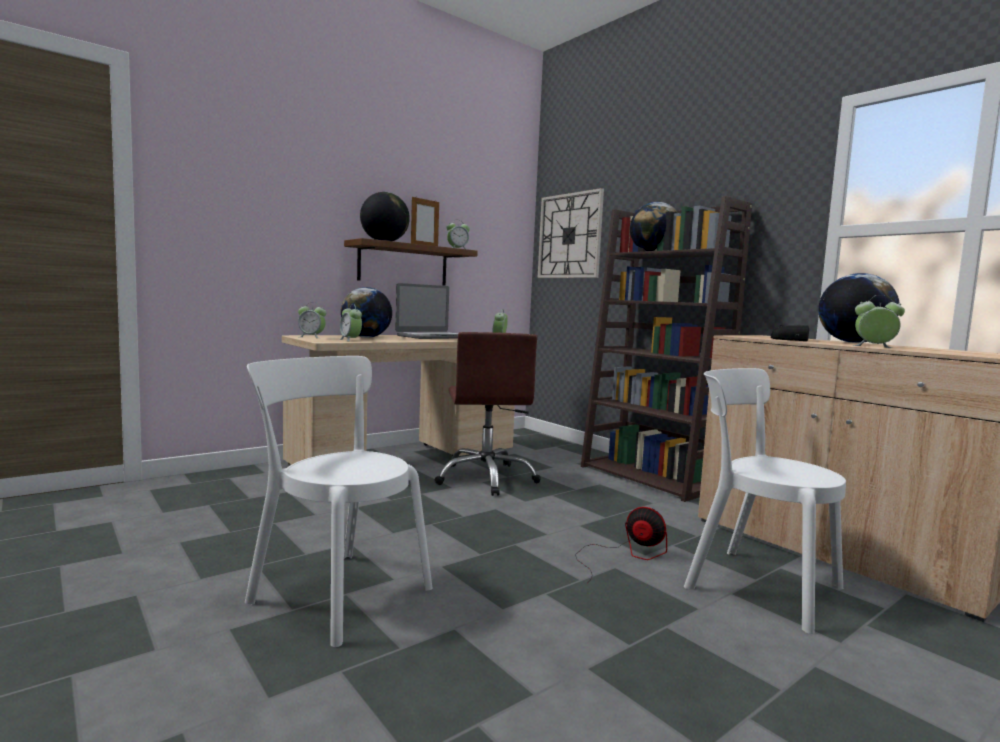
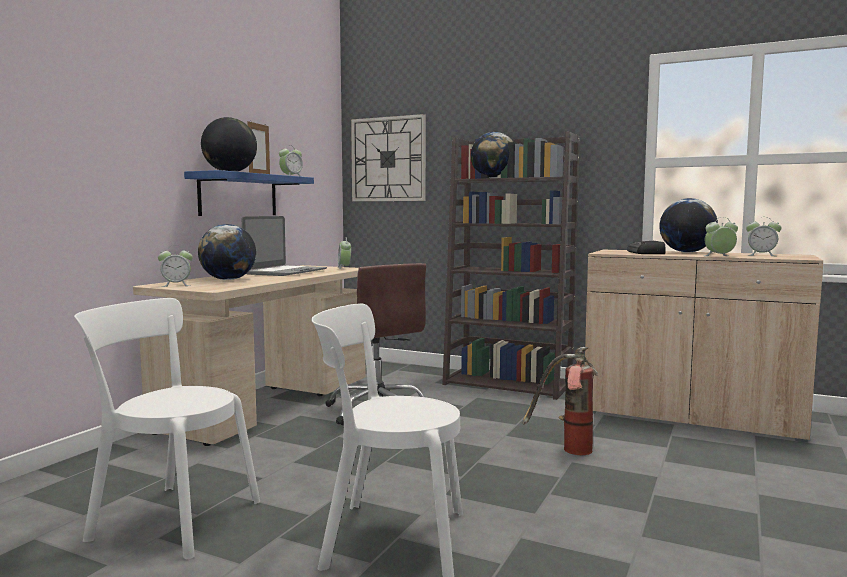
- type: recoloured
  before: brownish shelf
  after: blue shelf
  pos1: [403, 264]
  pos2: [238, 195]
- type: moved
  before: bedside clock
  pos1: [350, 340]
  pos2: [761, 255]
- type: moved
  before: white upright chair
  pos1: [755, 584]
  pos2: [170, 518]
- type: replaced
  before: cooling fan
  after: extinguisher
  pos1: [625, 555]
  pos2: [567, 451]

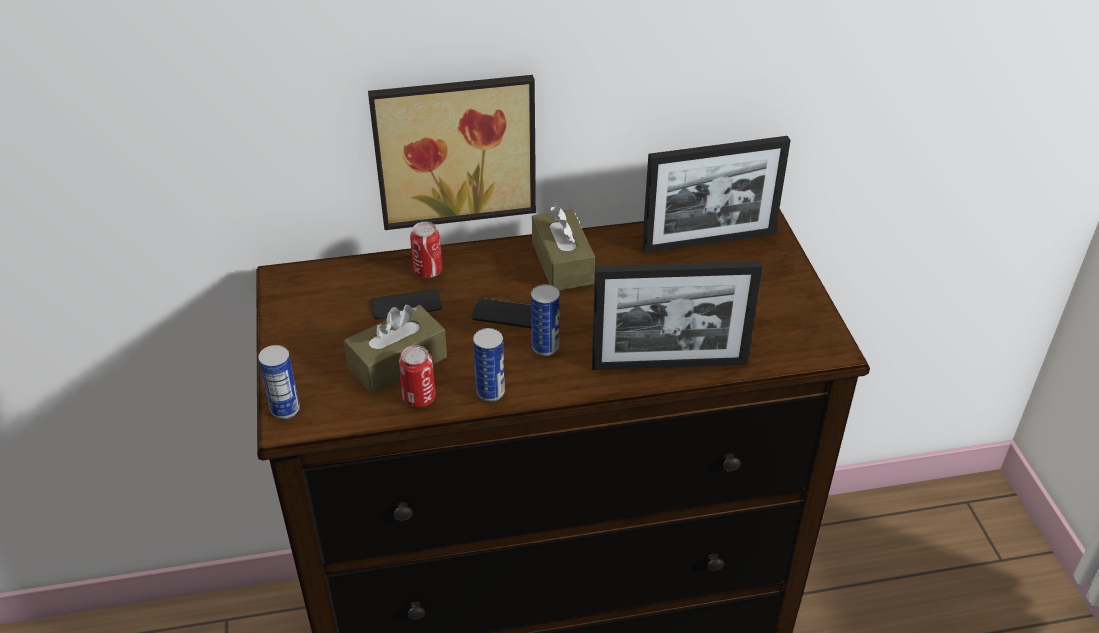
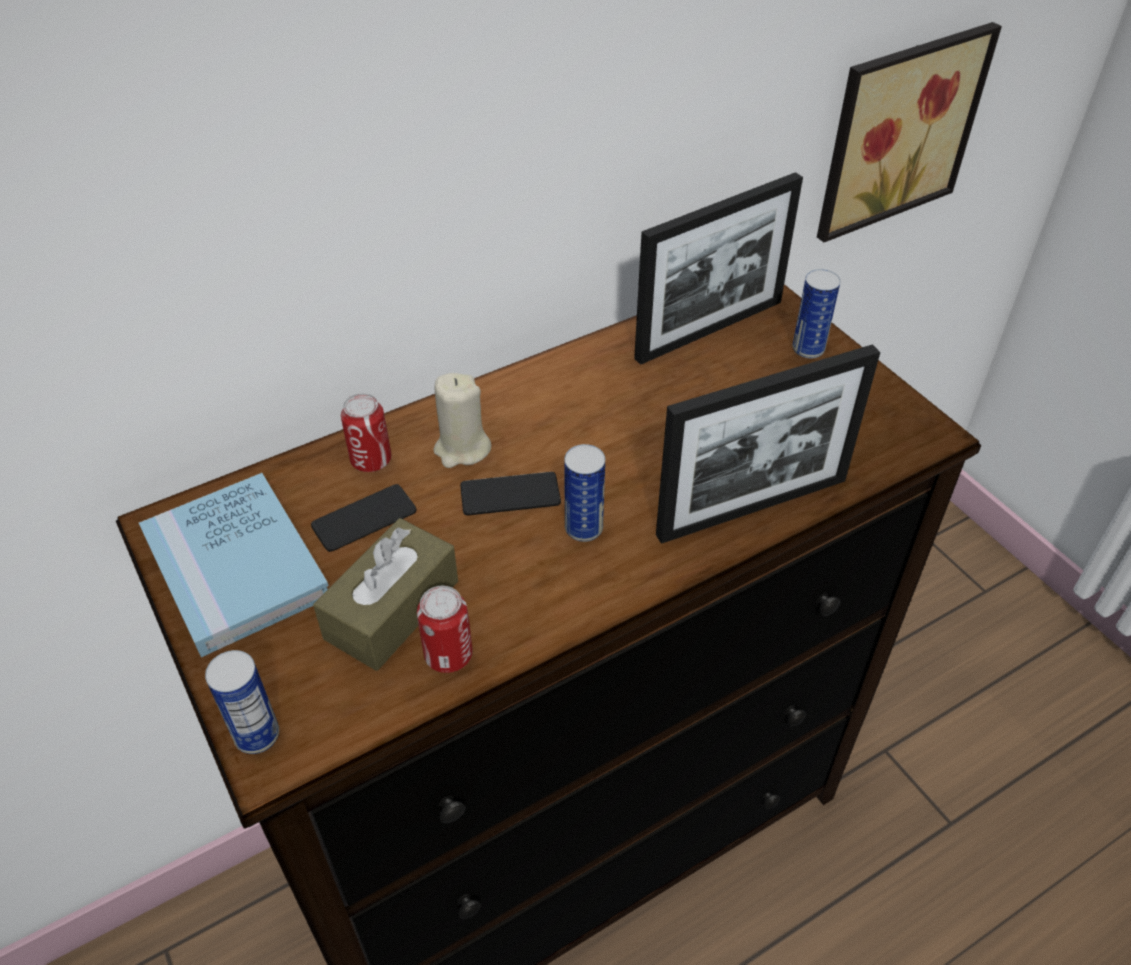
- type: moved
  before: picture
  pos1: [454, 148]
  pos2: [896, 129]
- type: removed
  before: brownish tissue box
  pos1: [562, 263]
- type: moved
  before: can
  pos1: [490, 392]
  pos2: [808, 349]
- type: added
  after: sand-coloured wax candle
  pos2: [462, 449]
- type: added
  after: blue bound book
  pos2: [236, 566]

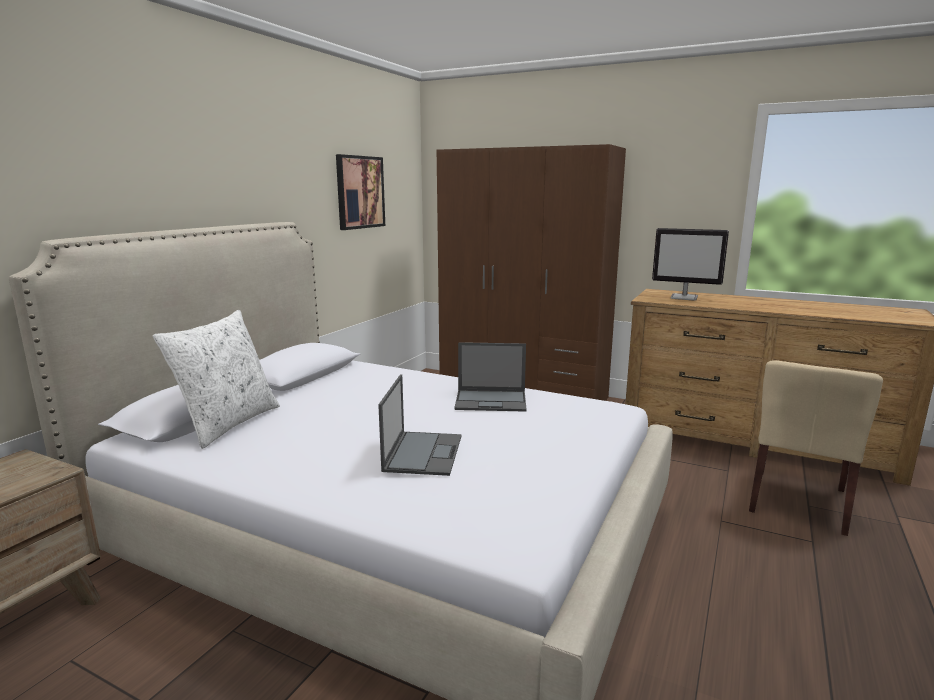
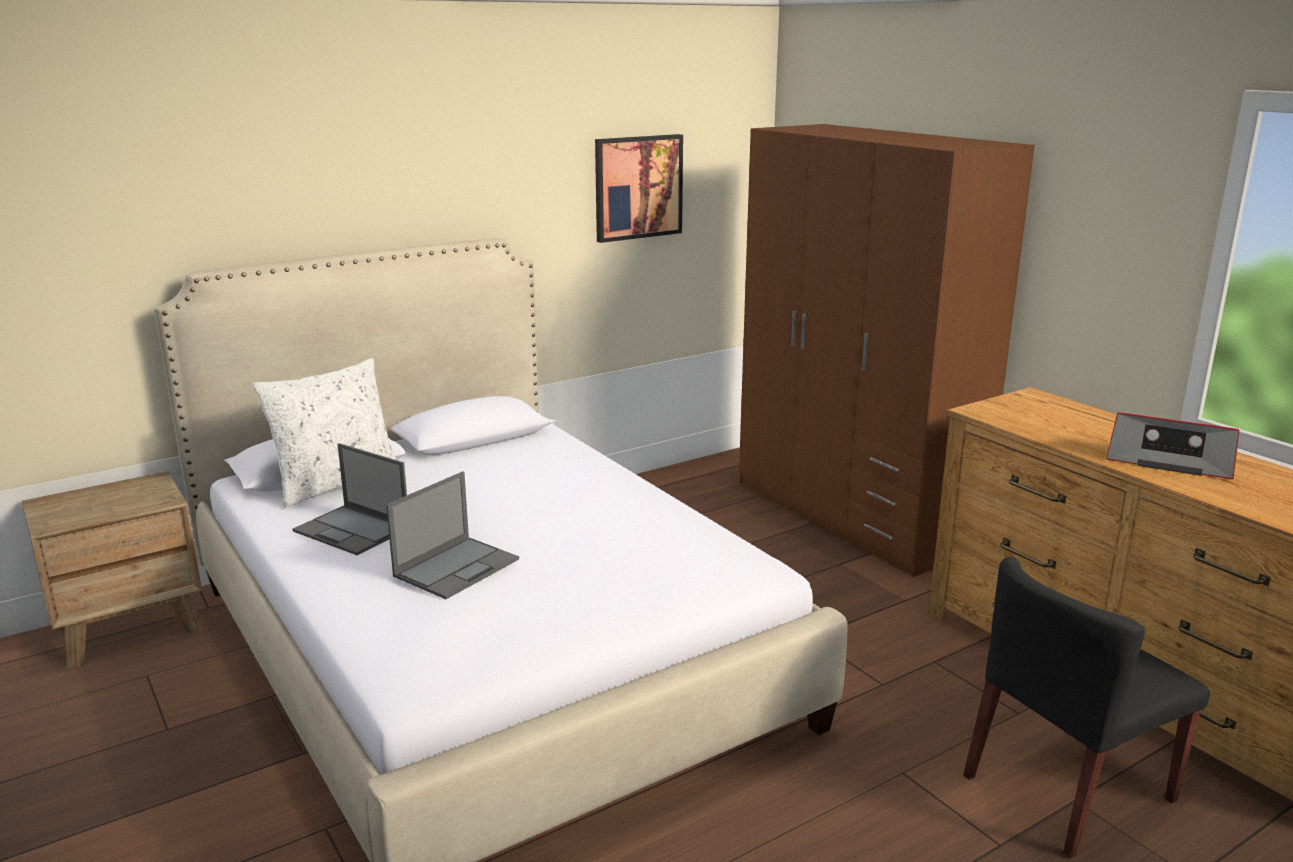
- type: removed
  before: computer display
  pos1: [684, 298]
- type: moved
  before: notebook computer
  pos1: [491, 401]
  pos2: [353, 530]
- type: recoloured
  before: sand-coloured upright chair
  after: black-coloured upright chair
  pos1: [798, 501]
  pos2: [1067, 789]
- type: added
  after: radio
  pos2: [1169, 461]

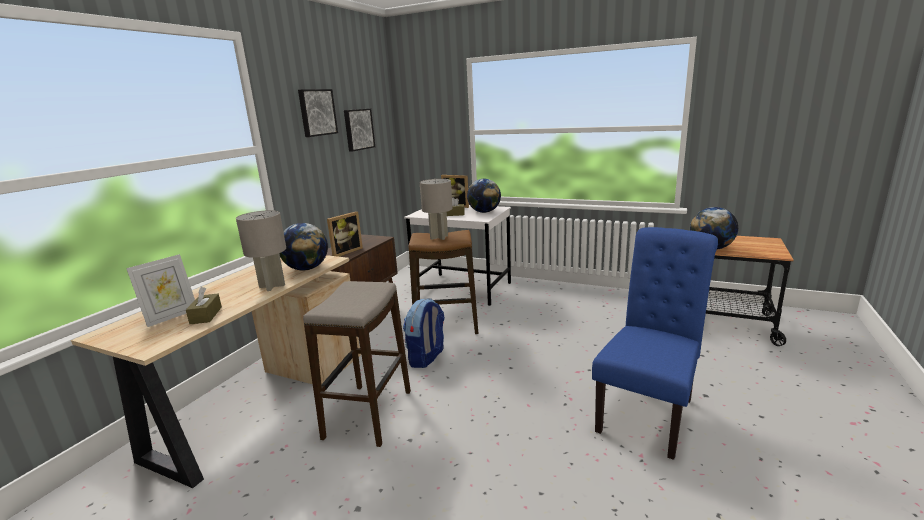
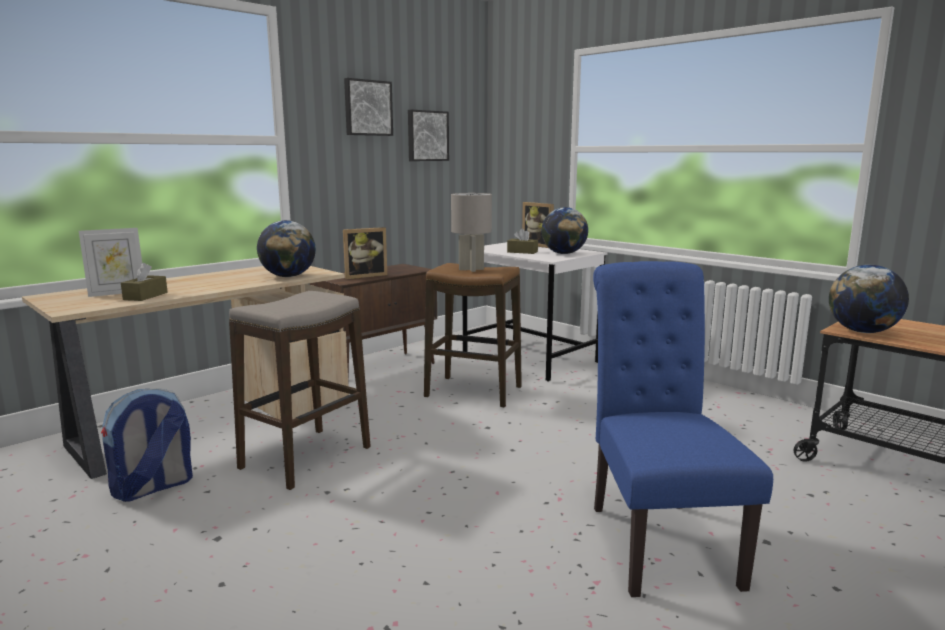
- type: removed
  before: grey lamp for a table
  pos1: [272, 286]
- type: turned
  before: blue upright chair
  pos1: [648, 411]
  pos2: [657, 538]
  turn: -60
- type: moved
  before: knapsack
  pos1: [427, 358]
  pos2: [153, 487]

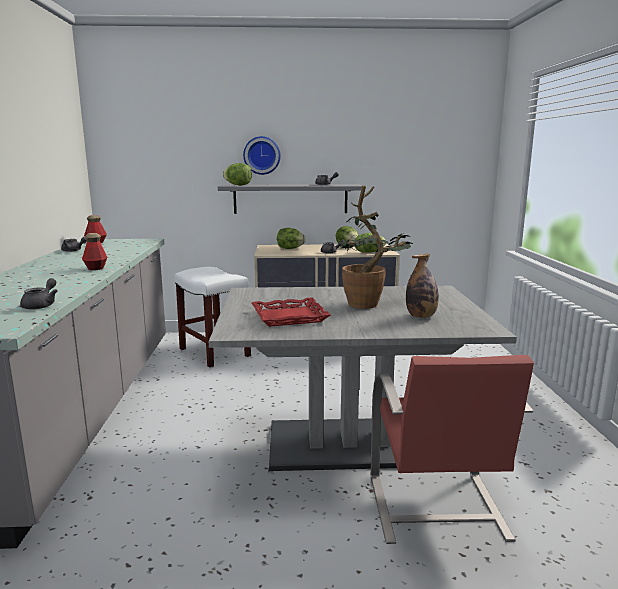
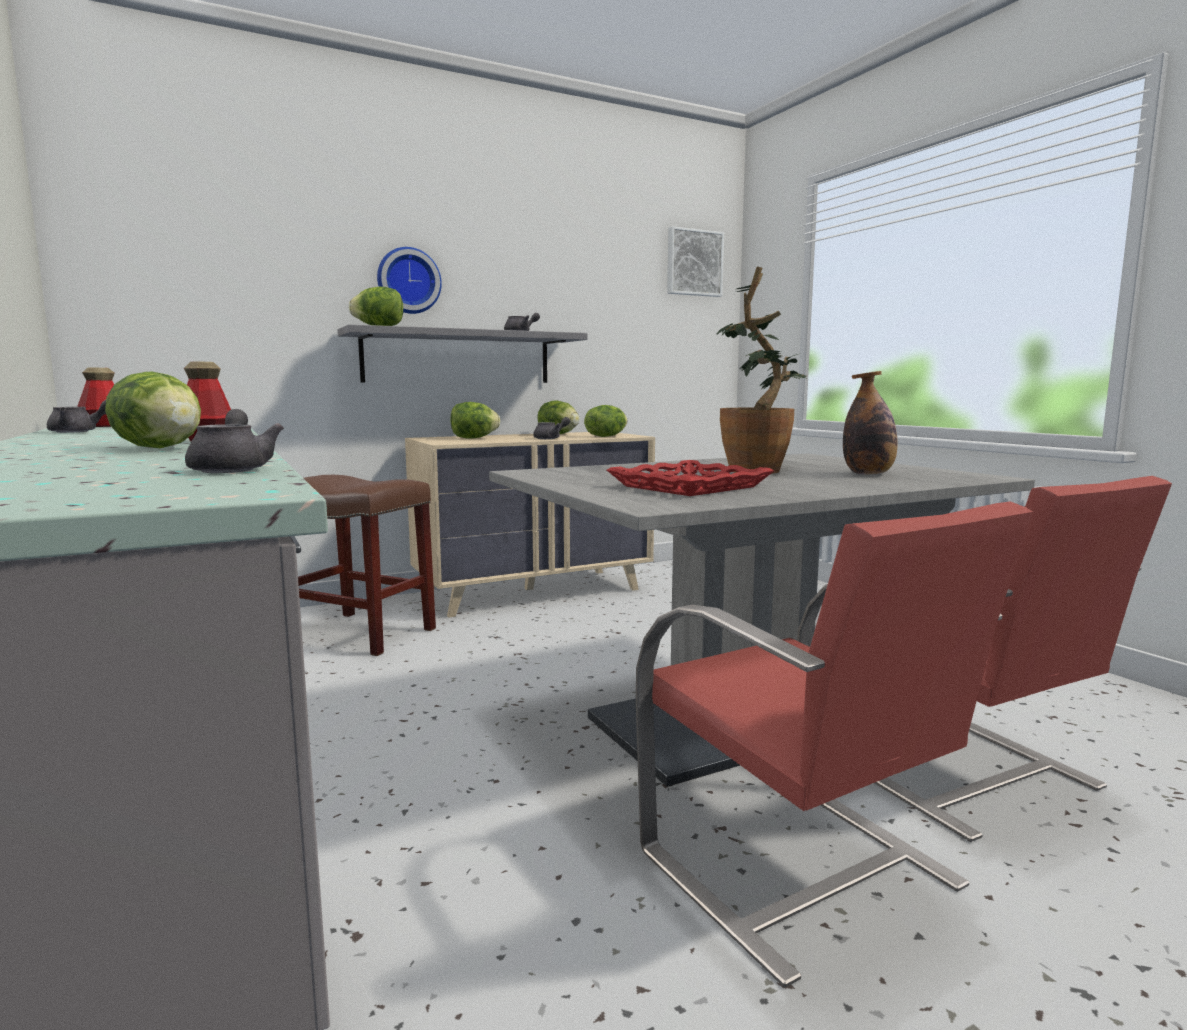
- type: recoloured
  before: white stool seat
  after: brownish stool seat
  pos1: [215, 353]
  pos2: [363, 633]
- type: added
  after: picture
  pos2: [693, 263]
- type: added
  after: lettuce head
  pos2: [160, 448]
- type: added
  after: red-coloured upright chair
  pos2: [801, 872]

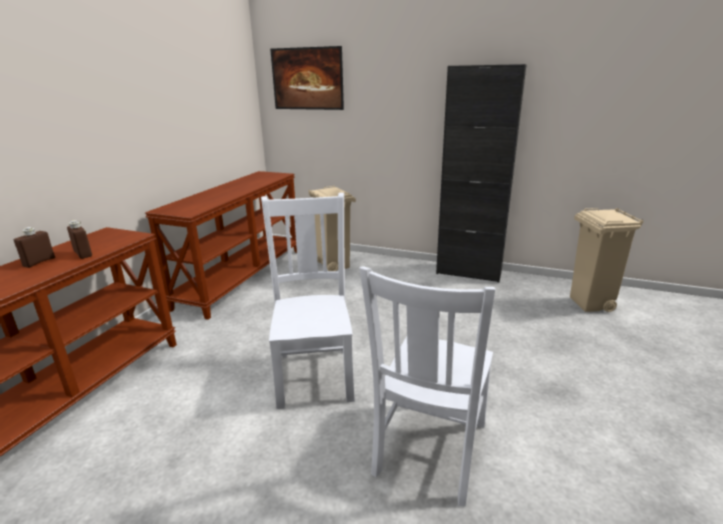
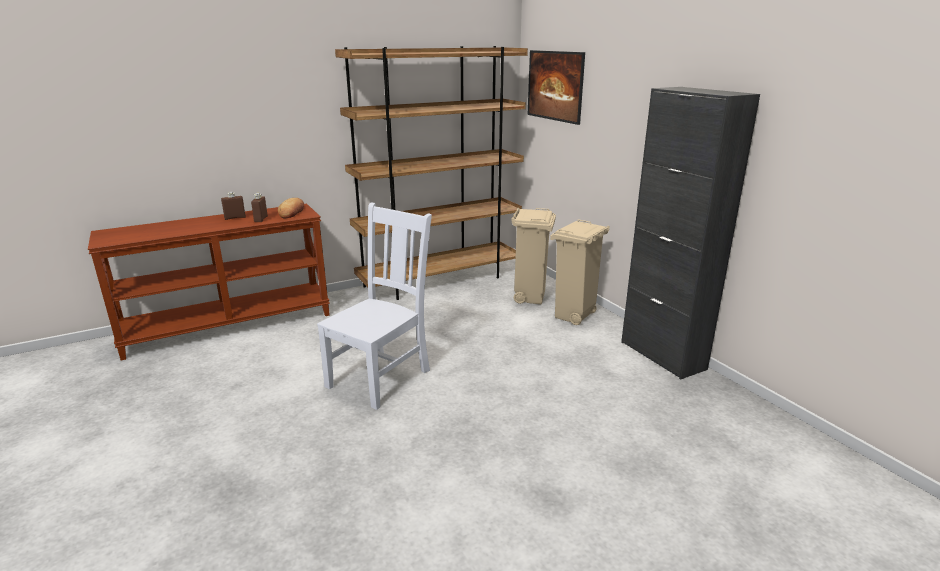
- type: replaced
  before: brownish narrow table
  after: brownish bookshelf
  pos1: [242, 277]
  pos2: [440, 280]
- type: moved
  before: sand-coloured trash can
  pos1: [590, 304]
  pos2: [573, 316]
- type: removed
  before: white upright chair
  pos1: [429, 451]
- type: added
  after: bread
  pos2: [292, 212]

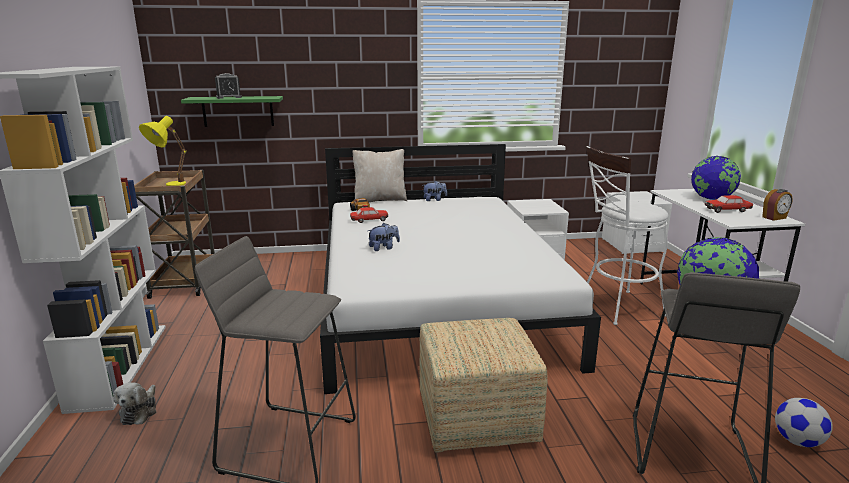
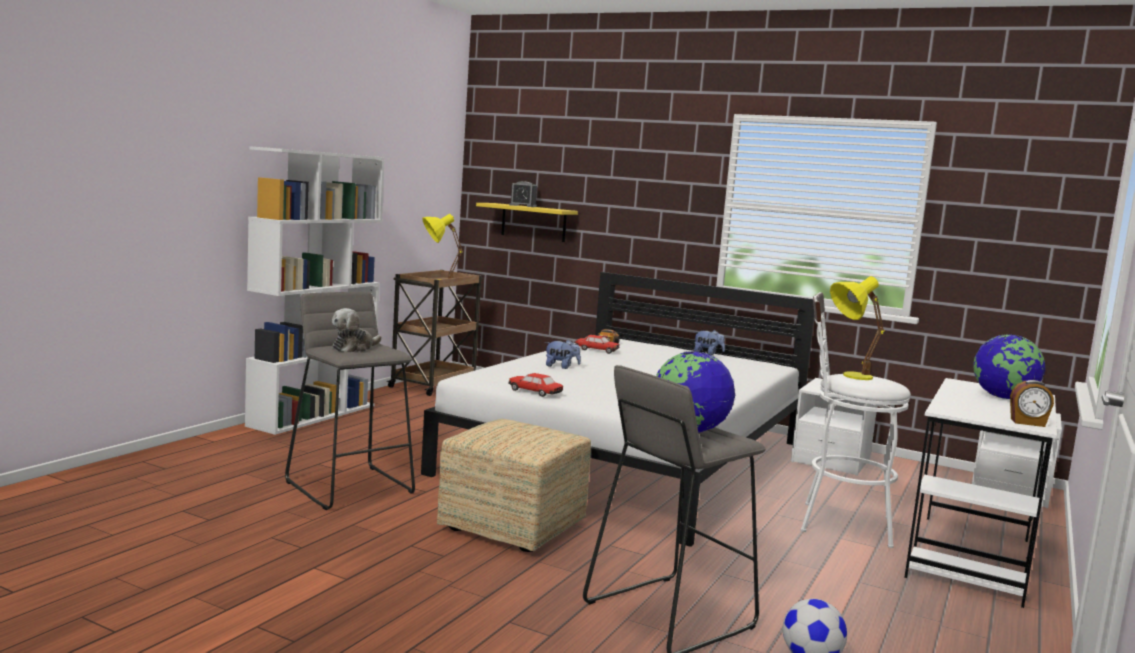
- type: recoloured
  before: green shelf
  after: yellow-coloured shelf
  pos1: [238, 111]
  pos2: [533, 222]
- type: removed
  before: sand-coloured throw pillow
  pos1: [380, 200]
- type: moved
  before: model car
  pos1: [727, 210]
  pos2: [535, 392]
- type: moved
  before: soft toy
  pos1: [140, 411]
  pos2: [354, 348]
- type: added
  after: yellow-coloured lamp for a table
  pos2: [847, 376]

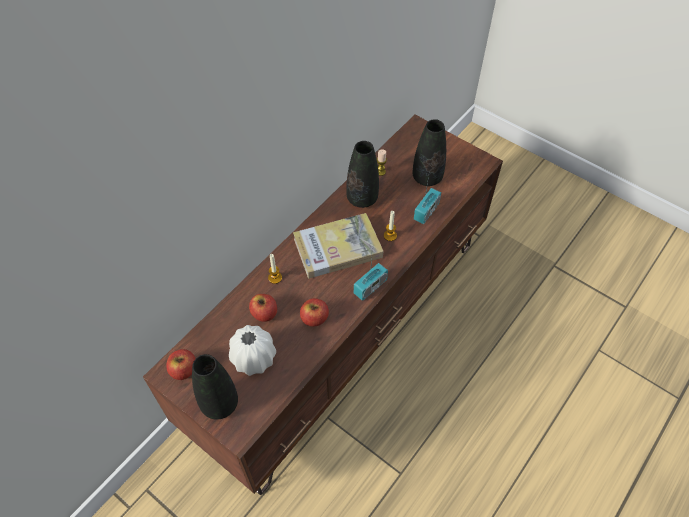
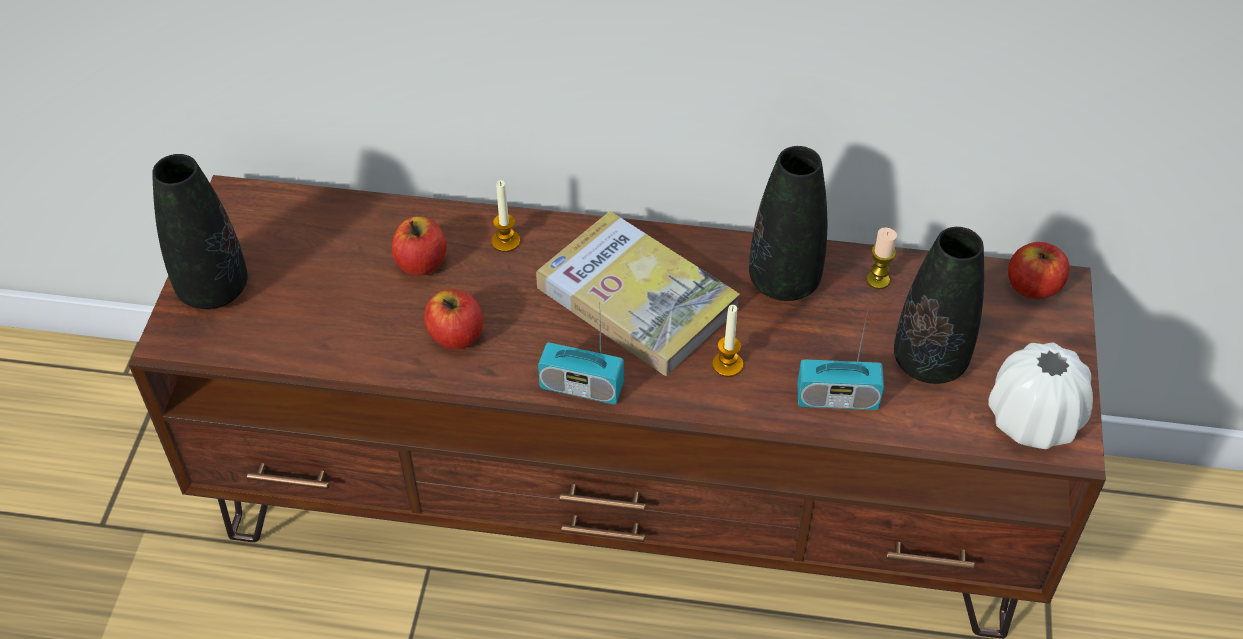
- type: moved
  before: white flower vase
  pos1: [254, 358]
  pos2: [1032, 420]
- type: moved
  before: apple
  pos1: [183, 370]
  pos2: [1032, 287]

